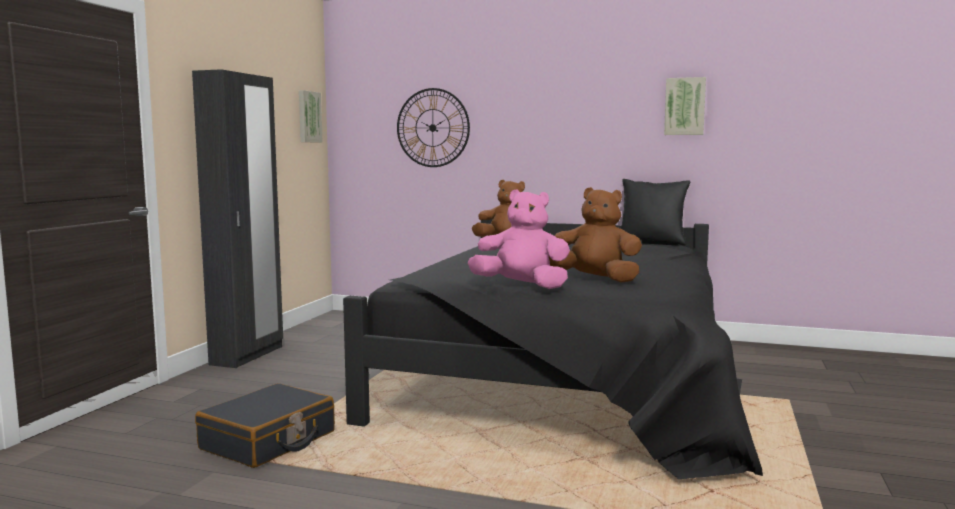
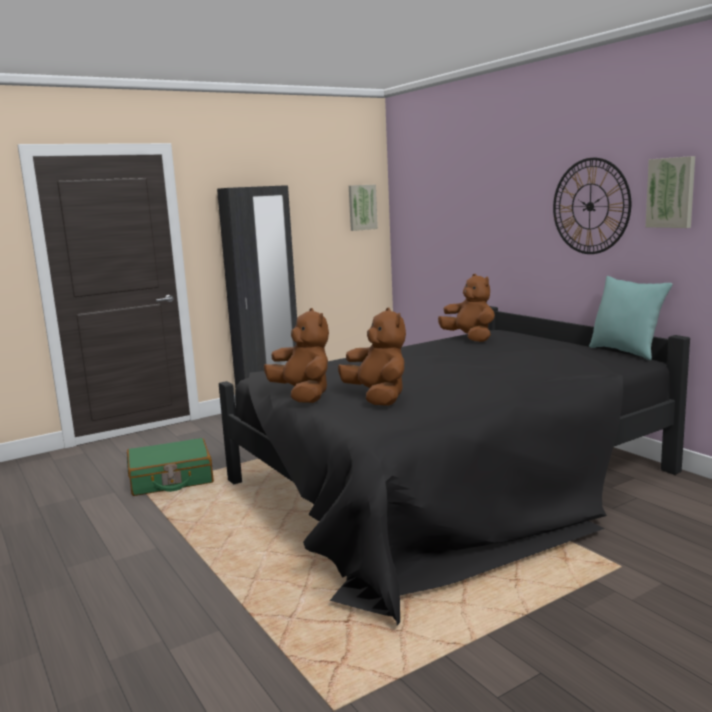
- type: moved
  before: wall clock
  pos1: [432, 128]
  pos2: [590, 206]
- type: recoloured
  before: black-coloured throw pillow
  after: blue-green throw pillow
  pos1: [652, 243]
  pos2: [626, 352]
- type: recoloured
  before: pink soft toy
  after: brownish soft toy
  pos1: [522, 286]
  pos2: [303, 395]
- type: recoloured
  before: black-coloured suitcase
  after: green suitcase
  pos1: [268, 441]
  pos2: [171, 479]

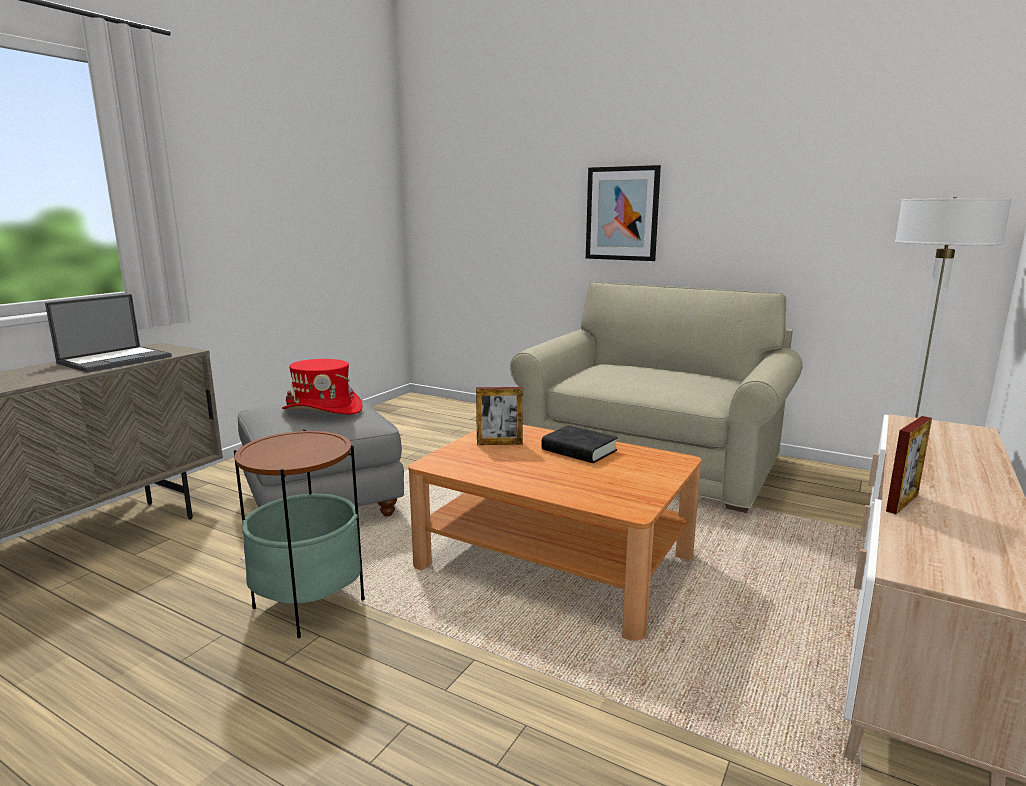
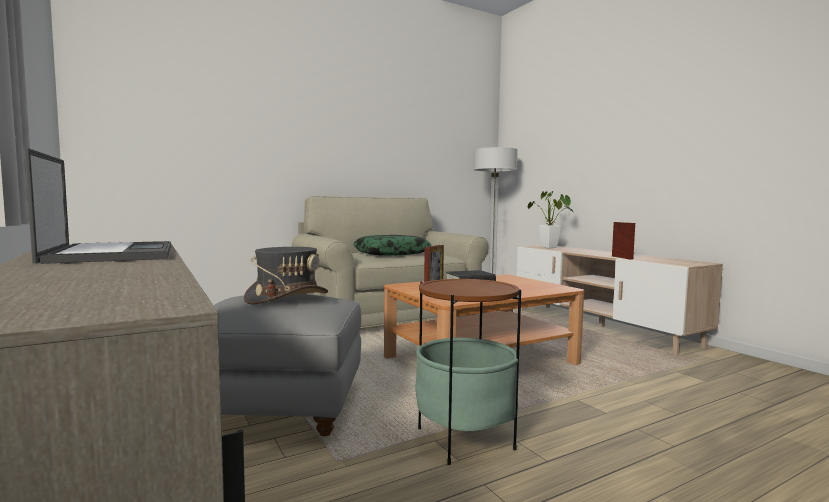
- type: removed
  before: picture
  pos1: [622, 213]
- type: recoloured
  before: red-coloured hat
  after: grey hat
  pos1: [323, 409]
  pos2: [287, 298]
- type: added
  after: houseplant
  pos2: [551, 248]
- type: added
  after: throw pillow
  pos2: [392, 253]

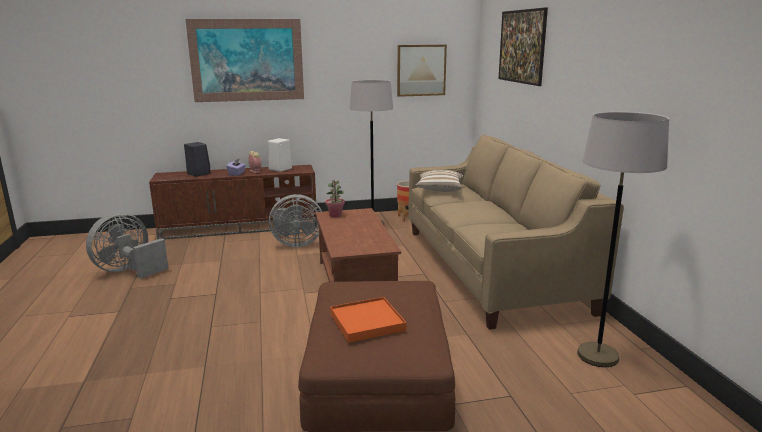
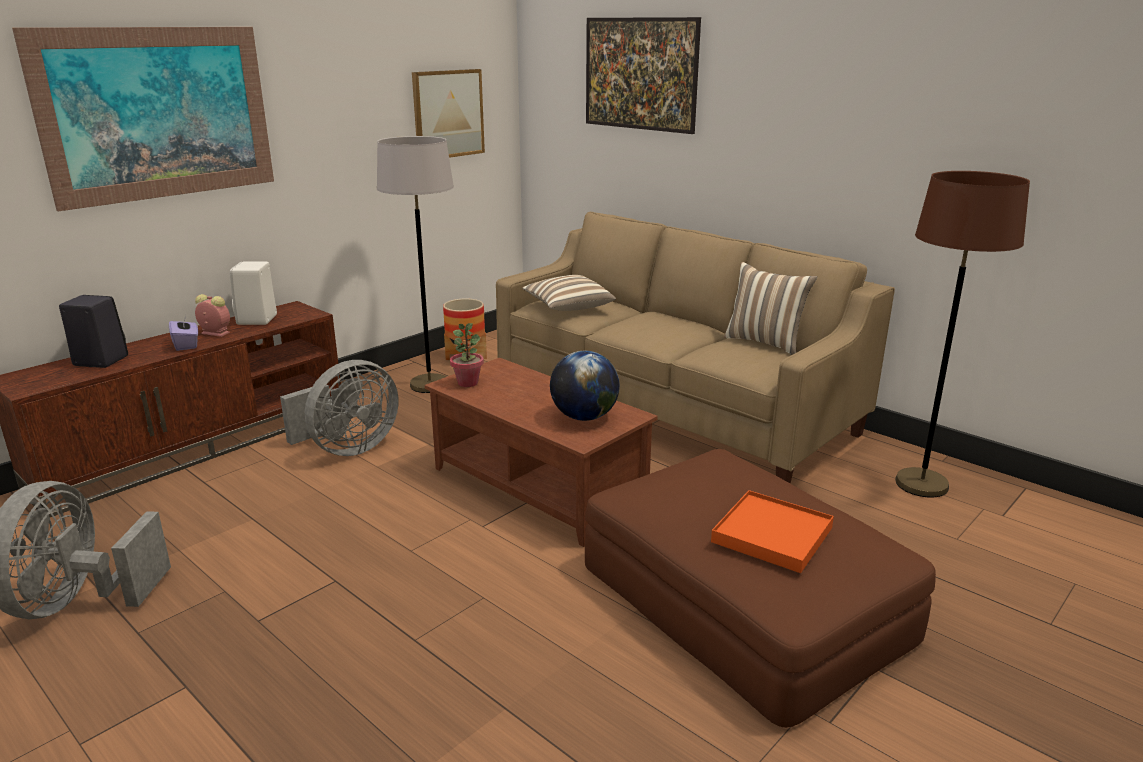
- type: recoloured
  before: grey standard lamp
  after: brownish standard lamp
  pos1: [597, 356]
  pos2: [921, 484]
- type: added
  after: throw pillow
  pos2: [765, 342]
- type: added
  after: world globe
  pos2: [584, 417]

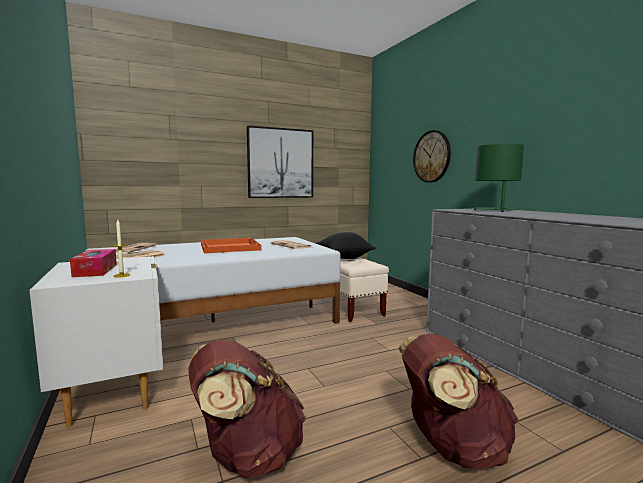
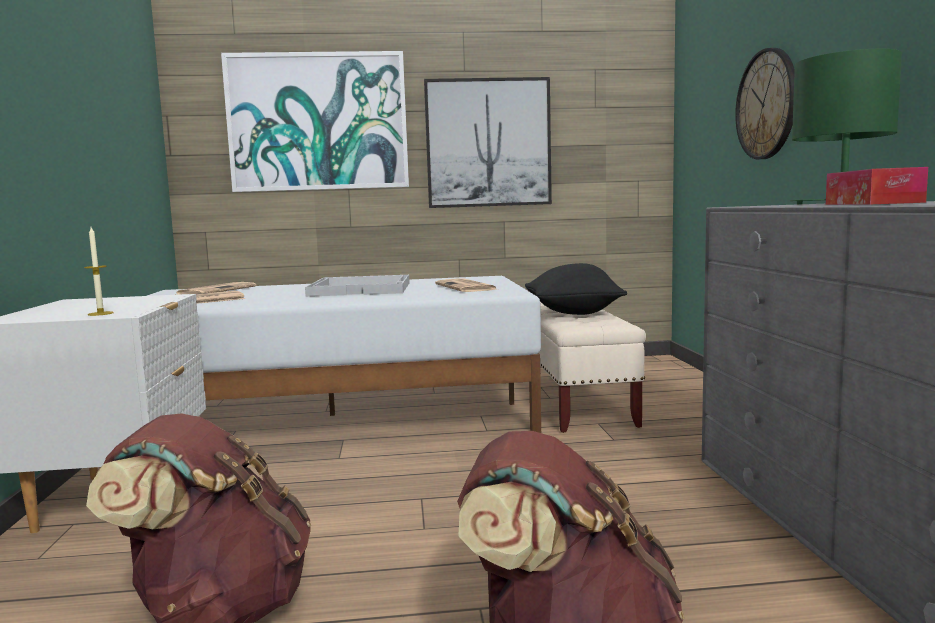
- type: recoloured
  before: orangey tray
  after: white tray
  pos1: [230, 247]
  pos2: [362, 289]
- type: moved
  before: tissue box
  pos1: [95, 270]
  pos2: [872, 203]
- type: added
  after: picture
  pos2: [318, 122]

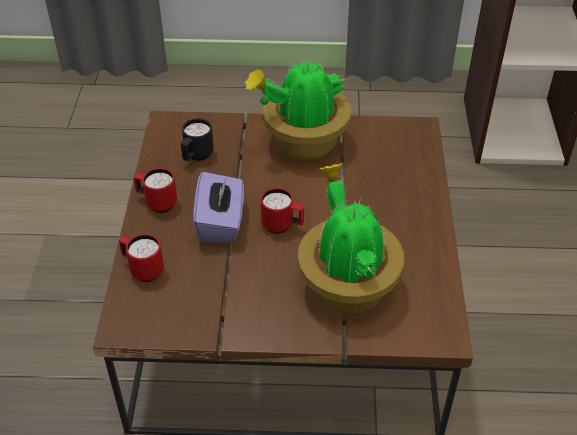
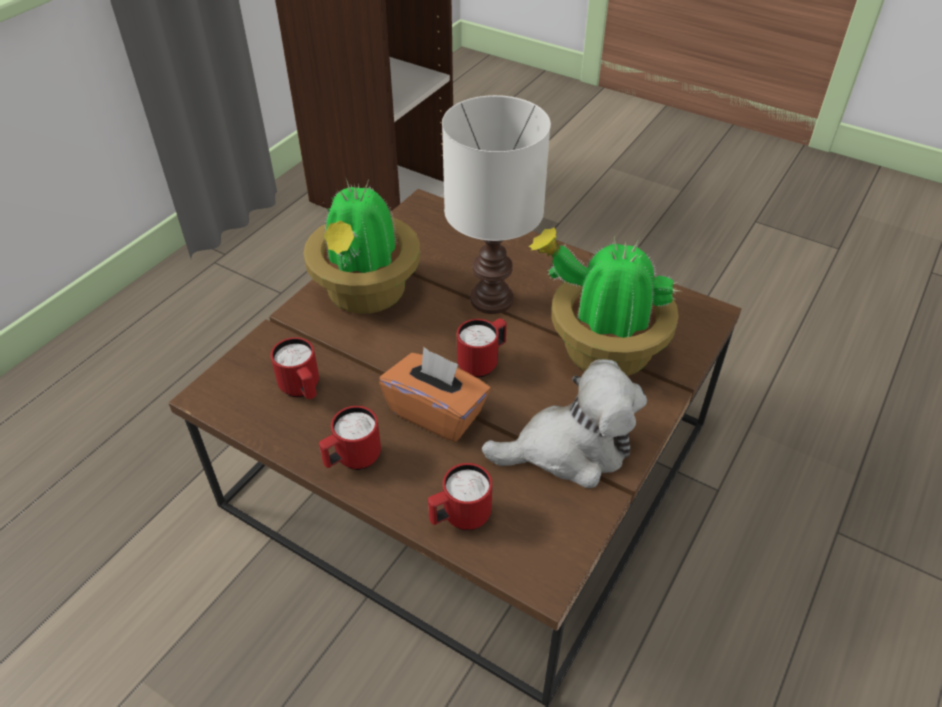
- type: recoloured
  before: black-coloured mug
  after: red-coloured mug
  pos1: [196, 156]
  pos2: [302, 390]
- type: recoloured
  before: purplish tissue box
  after: orangey tissue box
  pos1: [221, 223]
  pos2: [436, 412]
- type: added
  after: white lamp for a table
  pos2: [491, 298]
- type: added
  after: soft toy
  pos2: [570, 449]

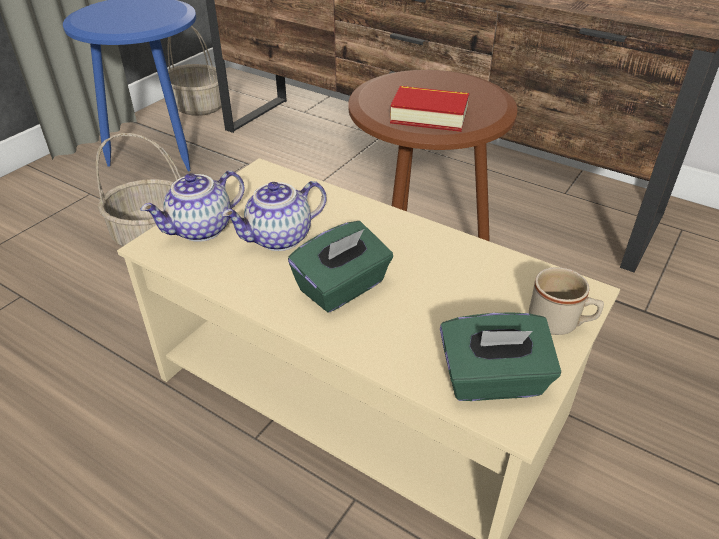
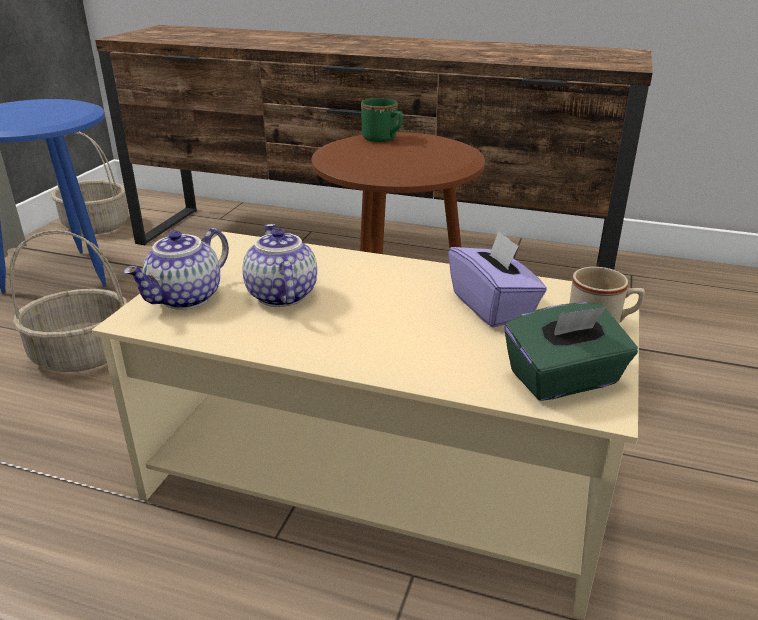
- type: removed
  before: bound book
  pos1: [429, 116]
- type: turned
  before: pot for tea
  pos1: [279, 239]
  pos2: [280, 295]
  turn: 120
- type: removed
  before: green tissue box
  pos1: [342, 288]
- type: added
  after: green mug
  pos2: [383, 139]
- type: added
  after: purplish tissue box
  pos2: [493, 306]

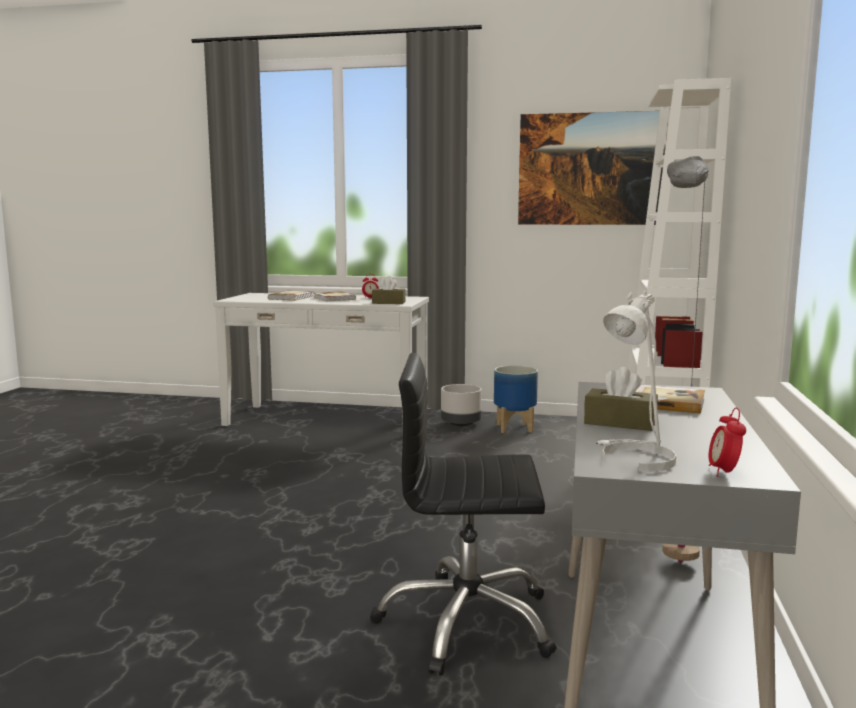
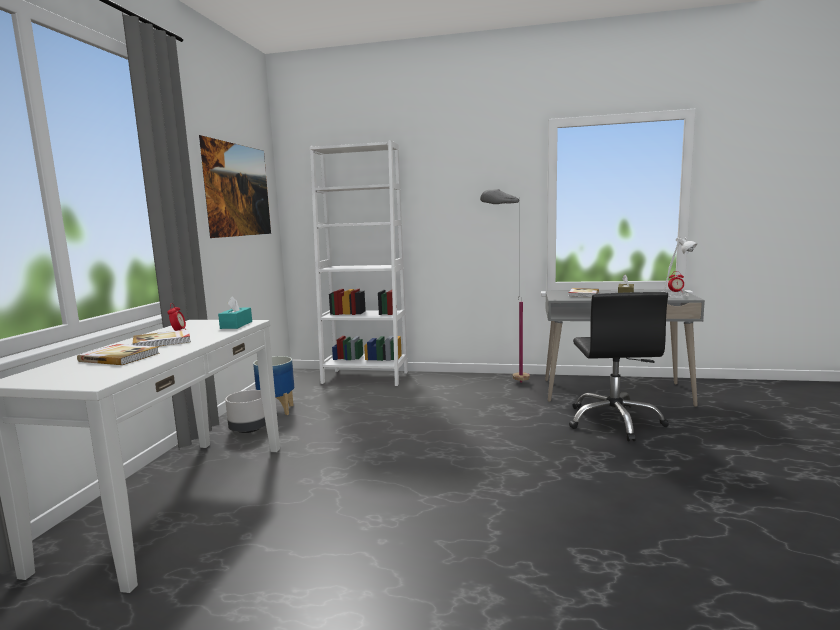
- type: recoloured
  before: brownish tissue box
  after: blue-green tissue box
  pos1: [388, 303]
  pos2: [236, 325]

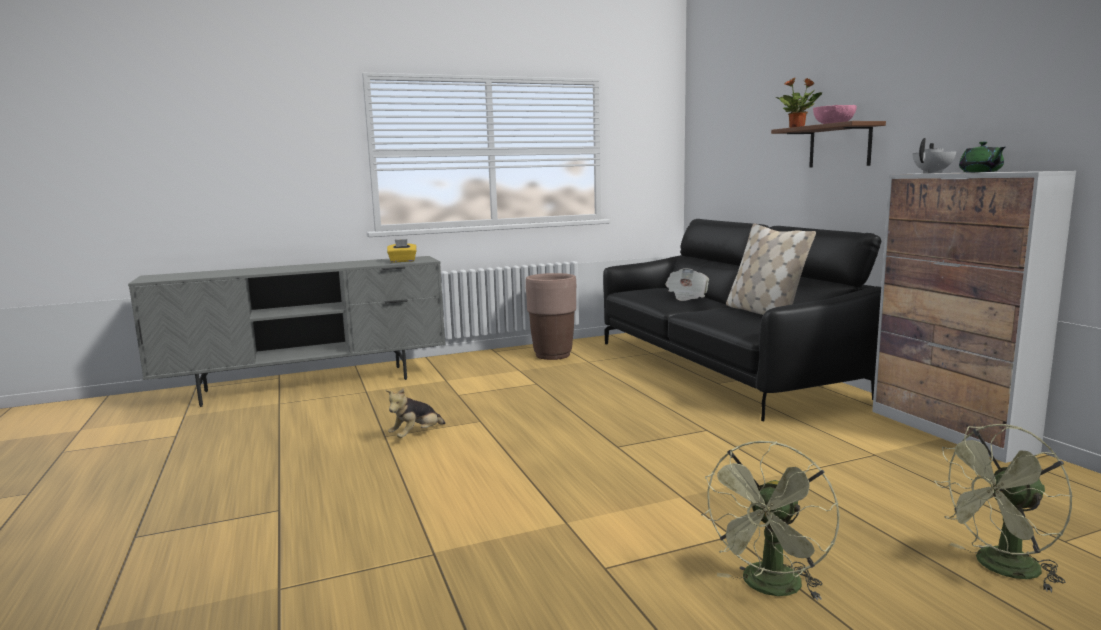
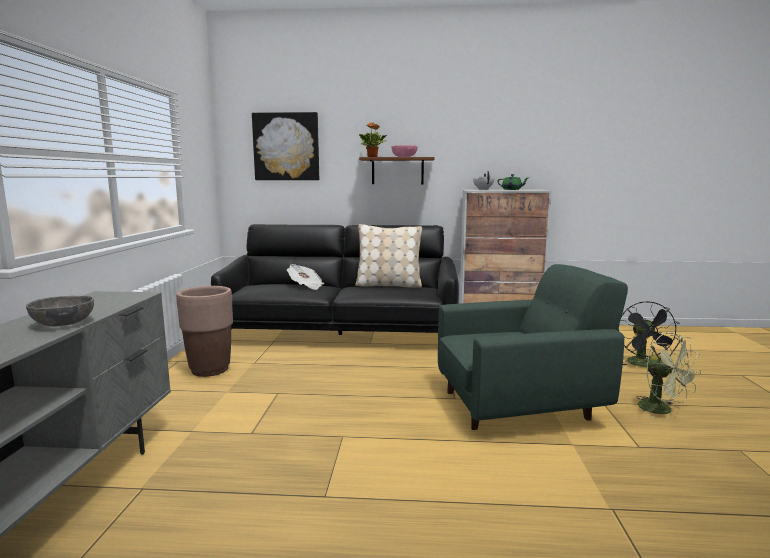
- type: removed
  before: yellow-coloured tissue box
  pos1: [402, 261]
- type: removed
  before: soft toy
  pos1: [416, 435]
- type: recoloured
  before: green cooling fan
  after: black-coloured cooling fan
  pos1: [1000, 569]
  pos2: [643, 365]
- type: added
  after: picture
  pos2: [286, 147]
- type: added
  after: green easy chair
  pos2: [520, 405]
- type: added
  after: grey deep dish
  pos2: [64, 324]

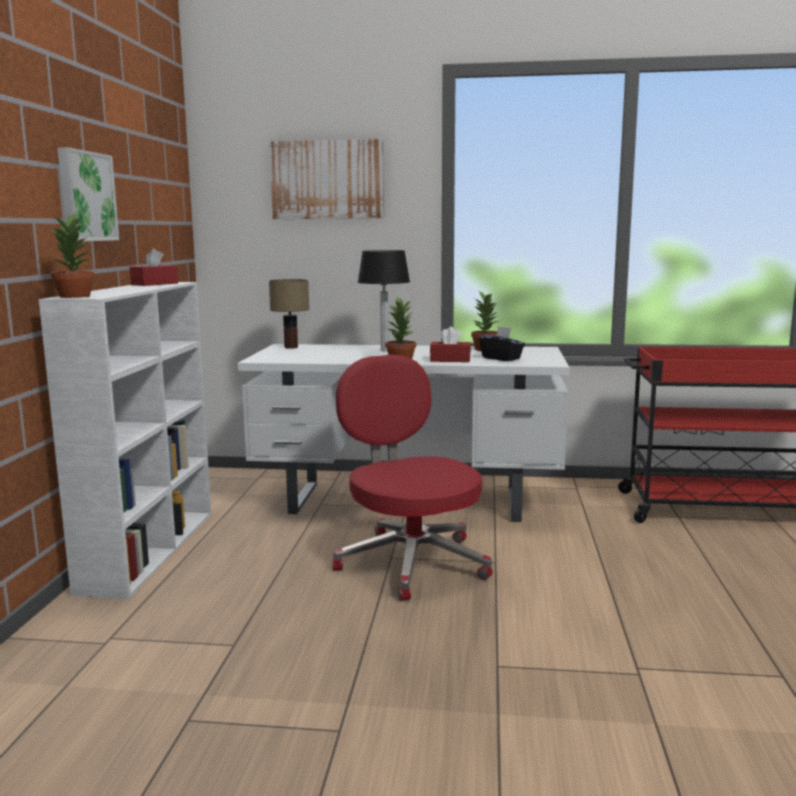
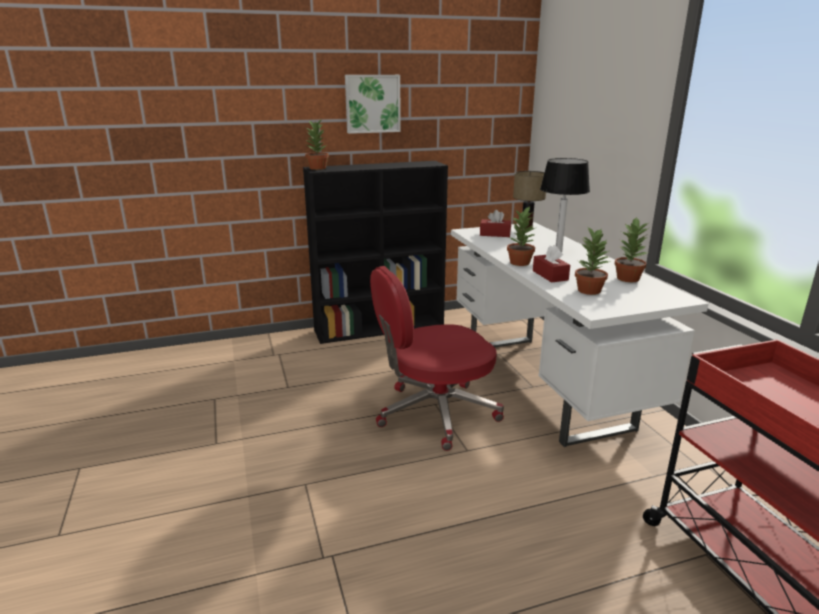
- type: removed
  before: picture
  pos1: [327, 180]
- type: moved
  before: red-coloured tissue box
  pos1: [154, 284]
  pos2: [495, 234]
- type: recoloured
  before: white bookshelf
  after: black-coloured bookshelf
  pos1: [150, 548]
  pos2: [380, 328]
- type: replaced
  before: black-coloured tissue box
  after: houseplant
  pos1: [501, 358]
  pos2: [589, 290]
- type: turned
  before: red-coloured desk chair
  pos1: [410, 562]
  pos2: [434, 413]
  turn: -150

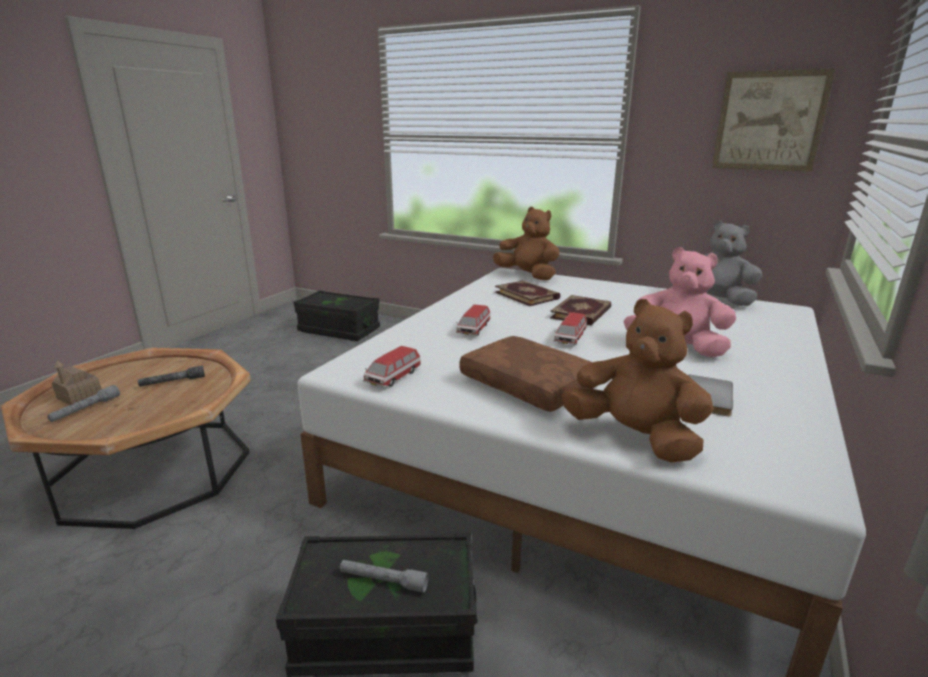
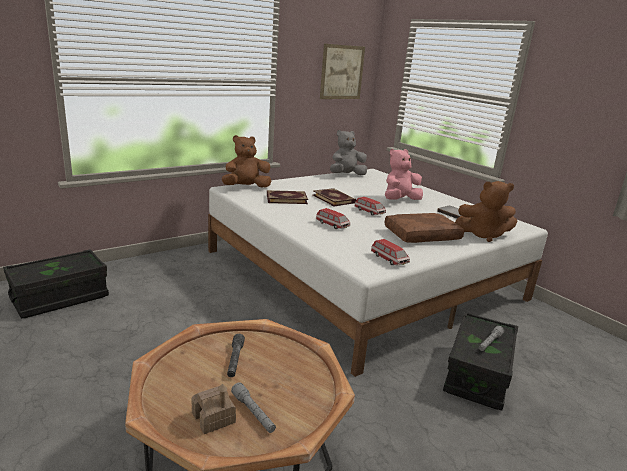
- type: turned
  before: brownish soft toy
  pos1: [634, 437]
  pos2: [483, 235]
  turn: -150

